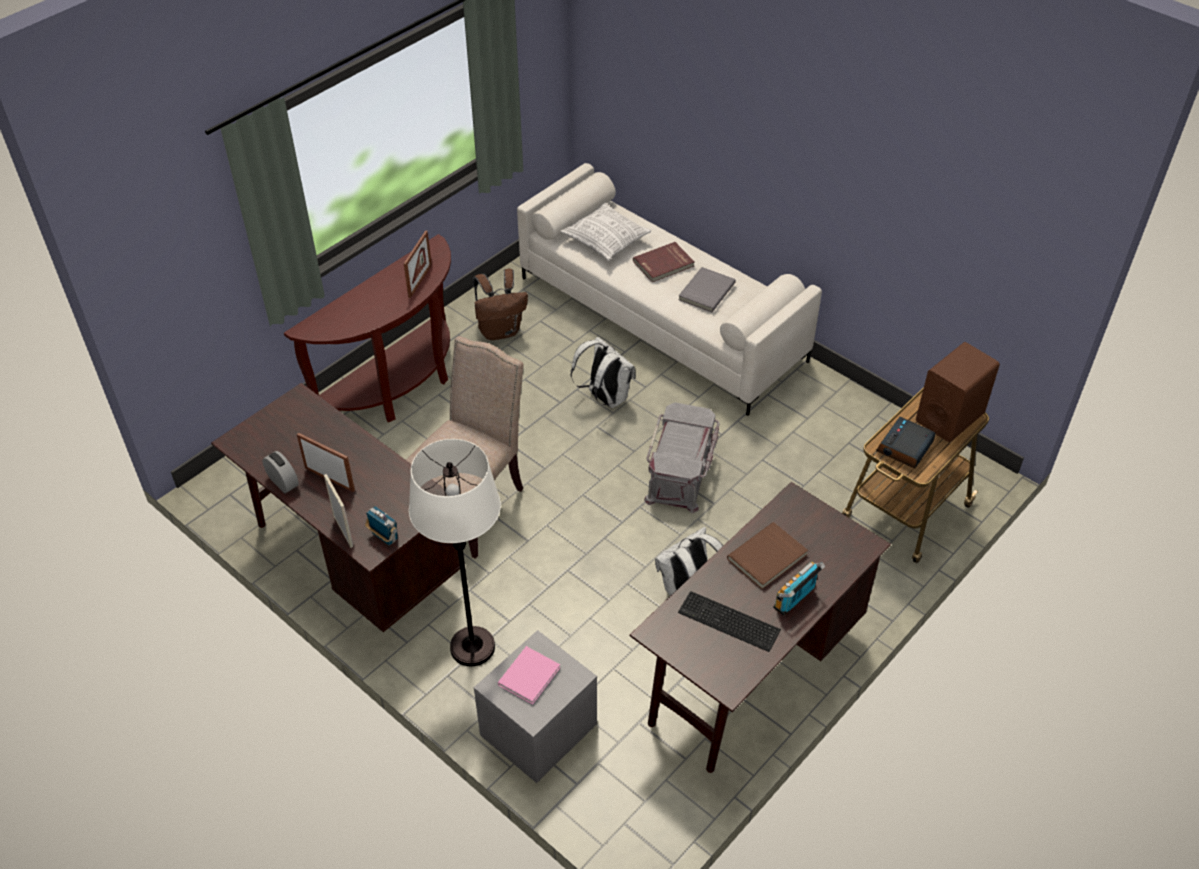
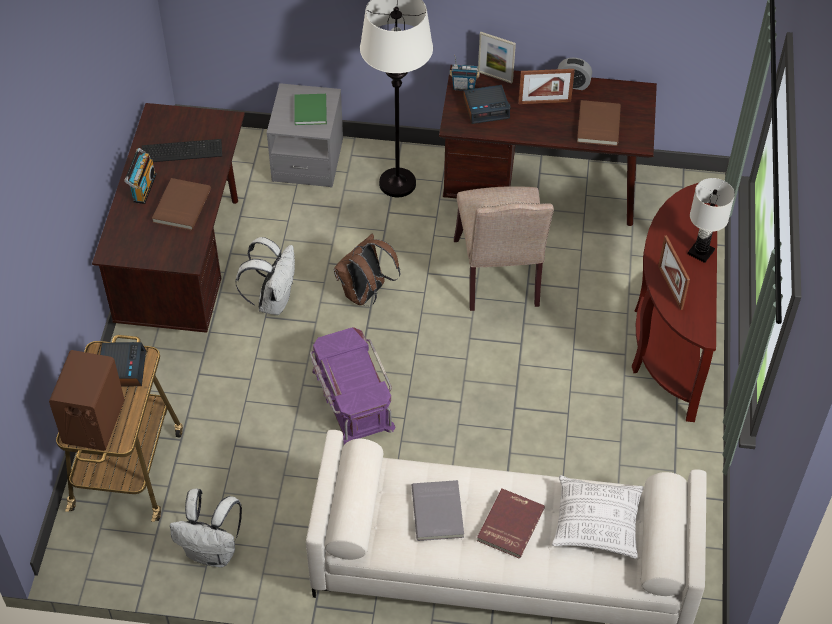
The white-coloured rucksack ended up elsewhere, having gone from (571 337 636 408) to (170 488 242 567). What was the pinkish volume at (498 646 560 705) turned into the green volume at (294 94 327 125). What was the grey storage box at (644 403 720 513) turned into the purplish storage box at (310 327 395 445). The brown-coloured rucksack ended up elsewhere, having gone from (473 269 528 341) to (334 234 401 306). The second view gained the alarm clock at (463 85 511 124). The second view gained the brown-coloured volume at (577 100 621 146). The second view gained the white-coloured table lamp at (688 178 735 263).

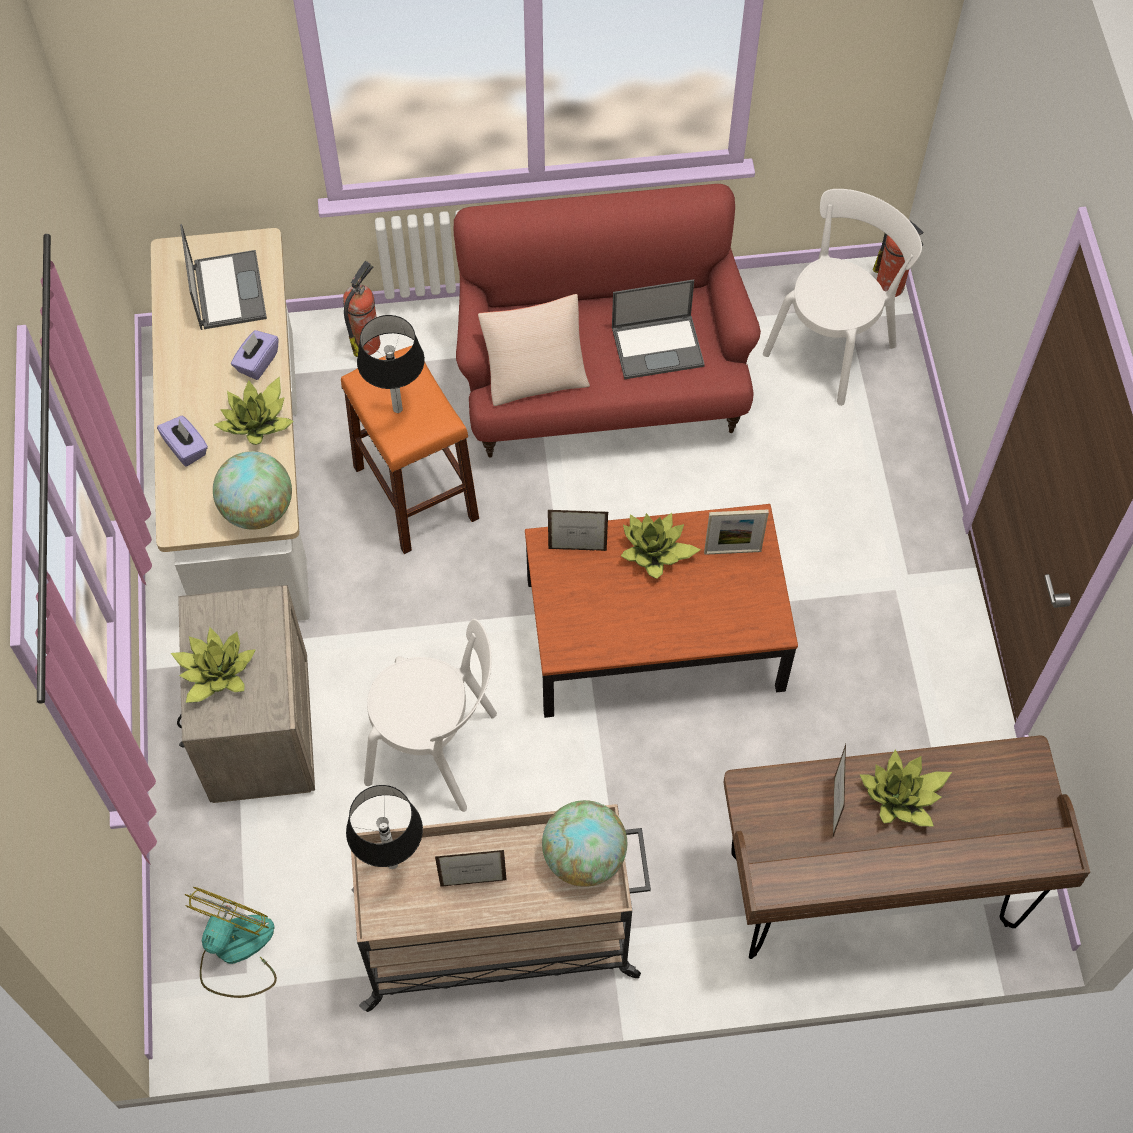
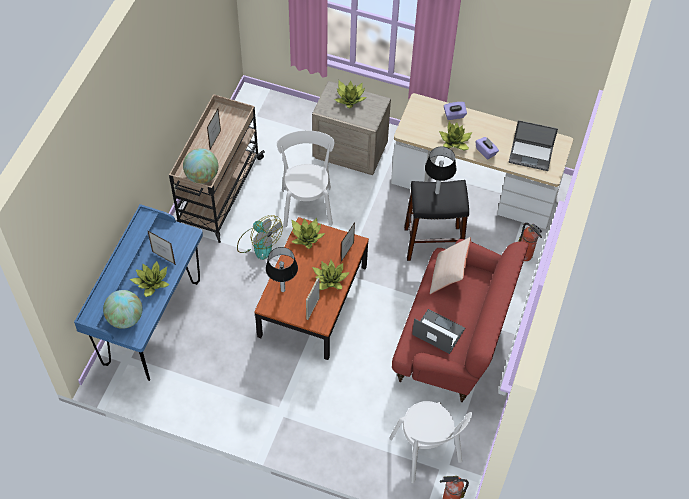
What was the brown-coloured desk table at (724 735 1090 959) turned into the blue-coloured desk table at (74 204 203 381). The desk globe ended up elsewhere, having gone from (213 451 292 530) to (103 290 142 329). The cooling fan ended up elsewhere, having gone from (185 887 277 998) to (237 215 283 260). The table lamp ended up elsewhere, having gone from (346 785 423 869) to (266 247 298 292). The white-coloured plain chair at (364 619 497 812) ended up facing another way, 135 degrees clockwise from before. The second view gained the plant in a pot at (291 218 325 249). What was the orange-coloured sitting stool at (341 346 479 554) turned into the blackish sitting stool at (404 180 469 261). The notebook computer at (612 279 705 379) ended up facing another way, 105 degrees clockwise from before.

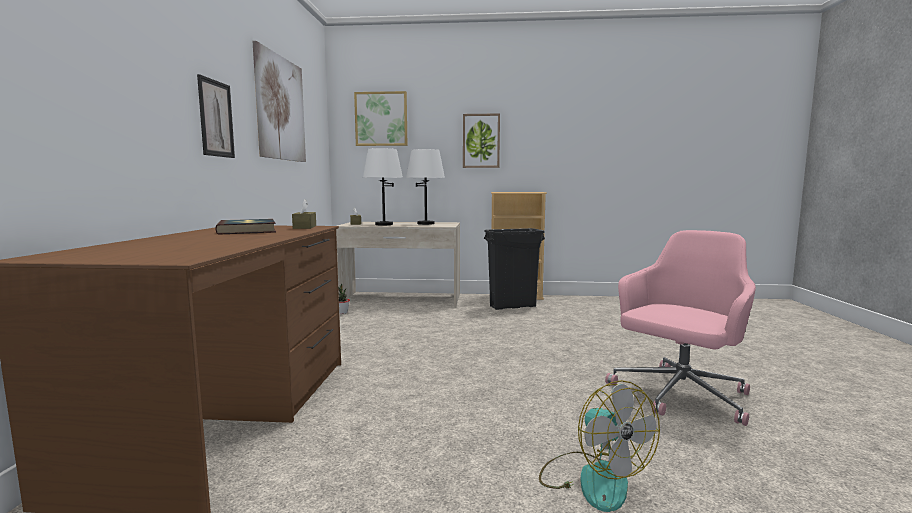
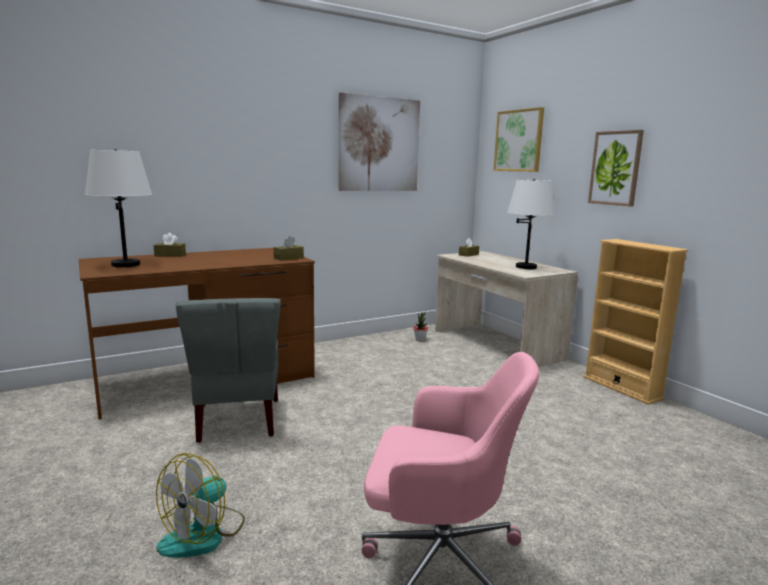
The white-coloured table lamp ended up elsewhere, having gone from (363 148 403 225) to (85 149 152 267). The second view gained the brown-coloured tissue holder at (154 233 186 257). The second view gained the grey plain chair at (176 298 280 443). The second view lost the wall art at (197 74 235 158). The second view lost the volume at (215 219 276 235). The second view lost the blackish trash can at (484 228 545 310).

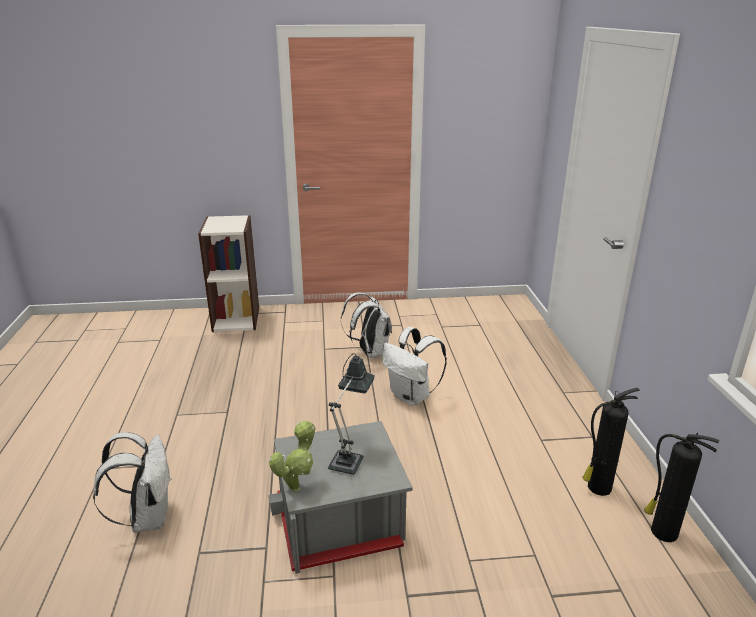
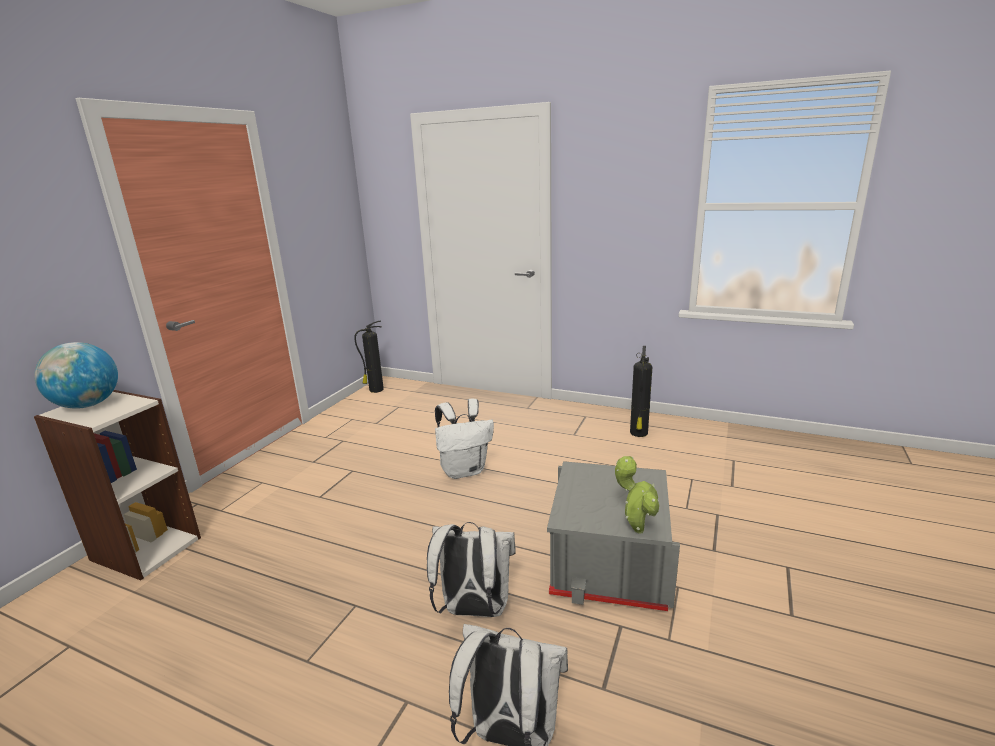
The second view gained the desk globe at (34 342 118 409). The extinguisher ended up elsewhere, having gone from (644 432 719 542) to (354 321 384 393). The white-coloured rucksack ended up elsewhere, having gone from (341 292 392 358) to (427 522 516 617). The second view lost the table lamp at (328 353 375 475).

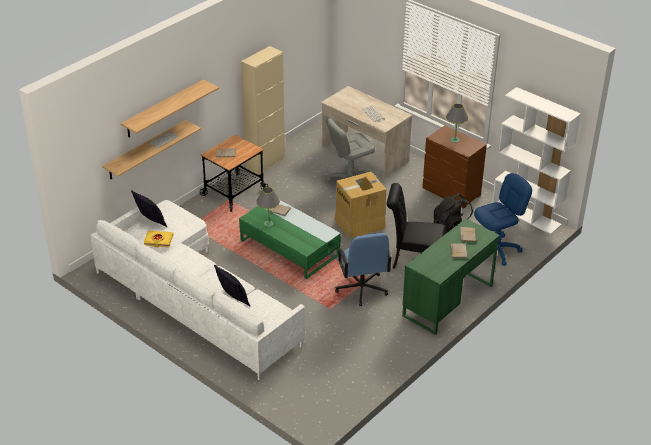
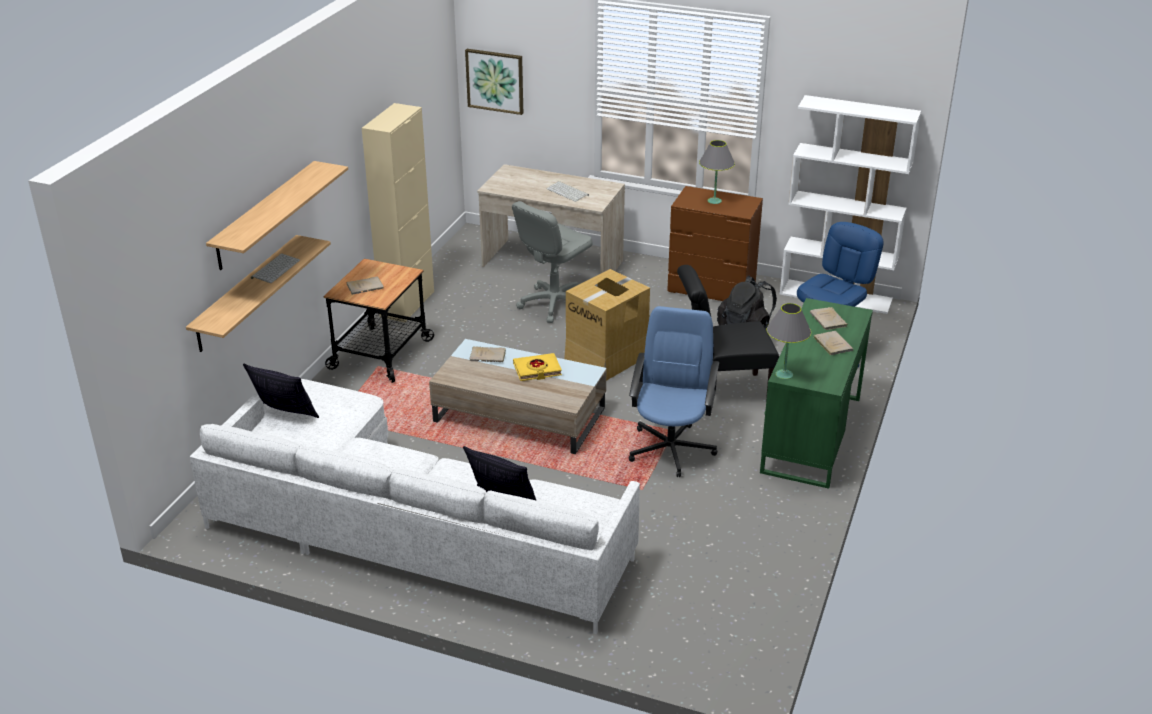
What was the green low table at (239 200 341 279) turned into the beige-coloured low table at (429 339 606 454). The second view gained the wall art at (465 49 523 115). The yellowish volume ended up elsewhere, having gone from (144 230 173 247) to (513 353 562 381). The blue-coloured desk chair at (335 233 392 306) ended up facing another way, 135 degrees counterclockwise from before. The grey table lamp ended up elsewhere, having gone from (256 187 280 227) to (766 303 811 379).

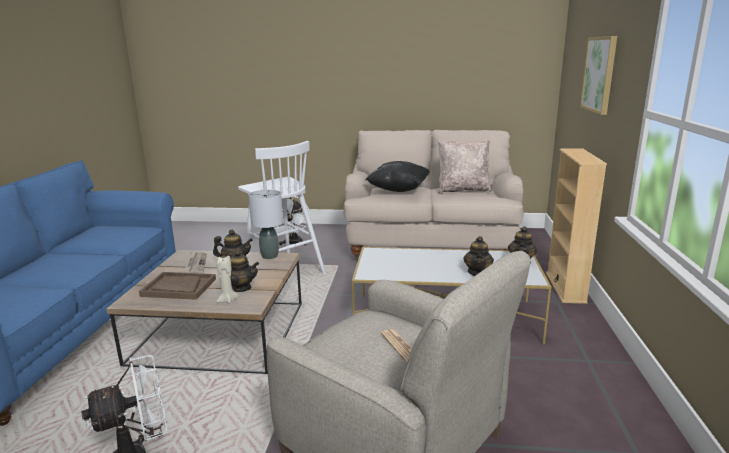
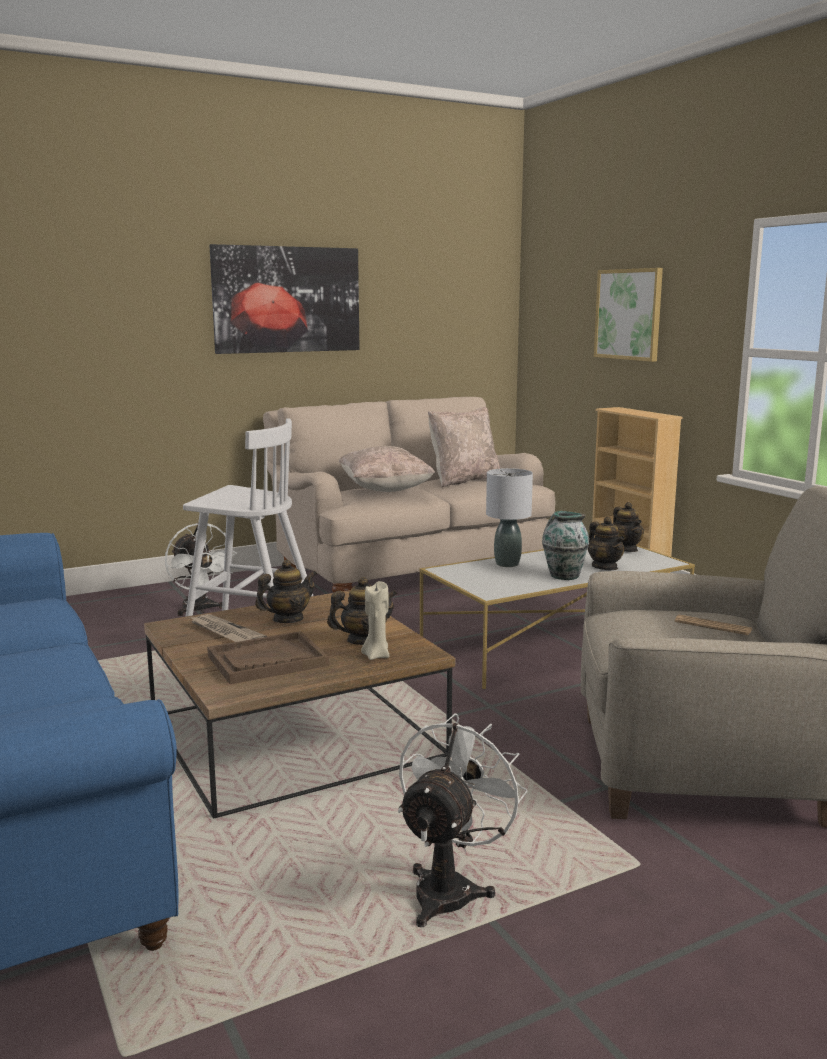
The second view gained the wall art at (209 244 360 354). What was the blackish pillow at (366 161 430 192) turned into the beige-coloured pillow at (339 446 435 492). The grey table lamp ended up elsewhere, having gone from (248 190 283 259) to (486 468 533 567). The second view gained the flower vase at (542 511 589 580).

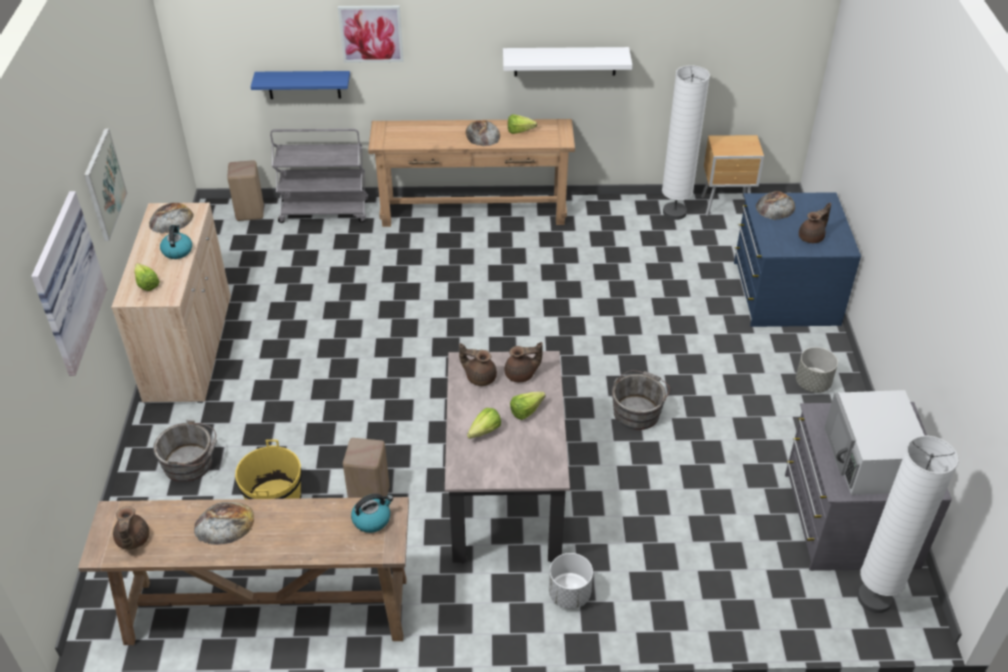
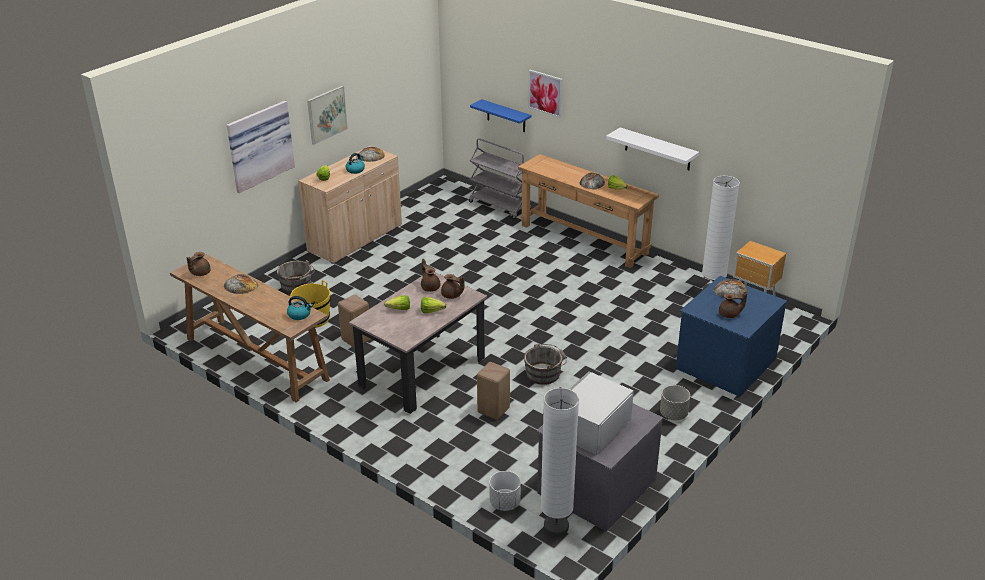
The beige-coloured sitting stool ended up elsewhere, having gone from (227 160 264 221) to (477 362 510 420). The white-coloured flower pot ended up elsewhere, having gone from (549 553 593 609) to (489 471 521 511).

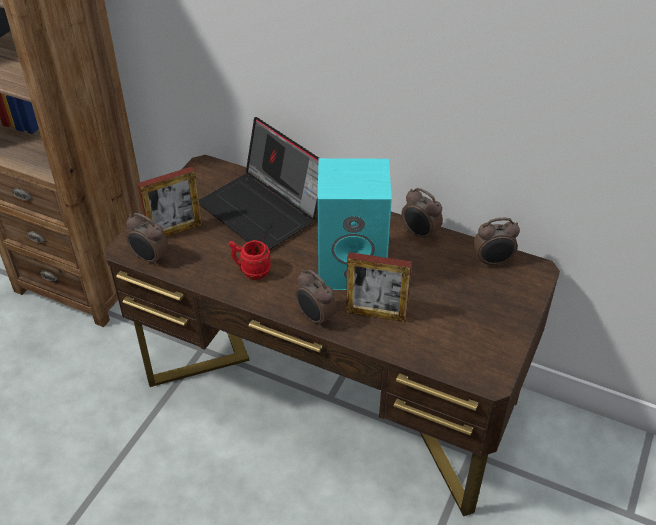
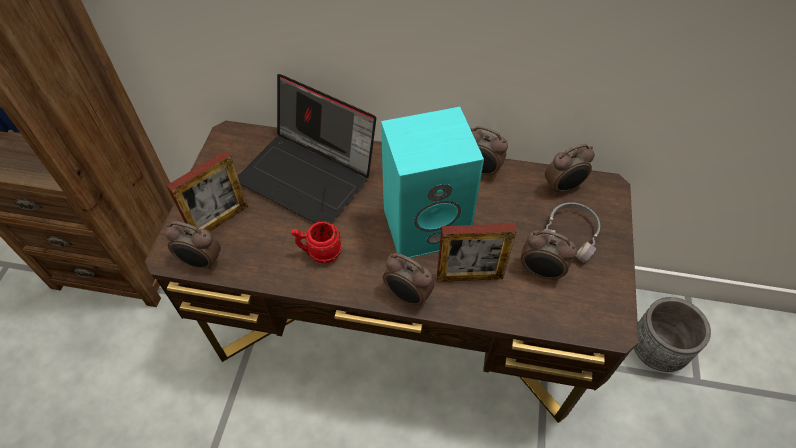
The second view gained the alarm clock at (521 230 577 281). The second view gained the grey headset at (545 202 600 263). The second view gained the grey flower pot at (634 297 711 372).

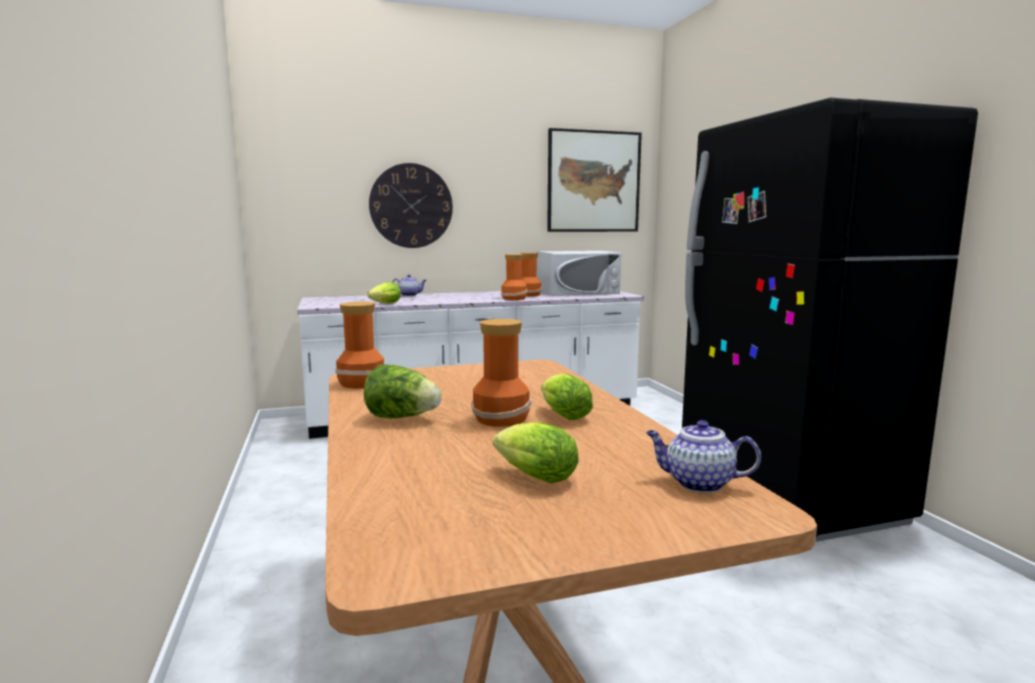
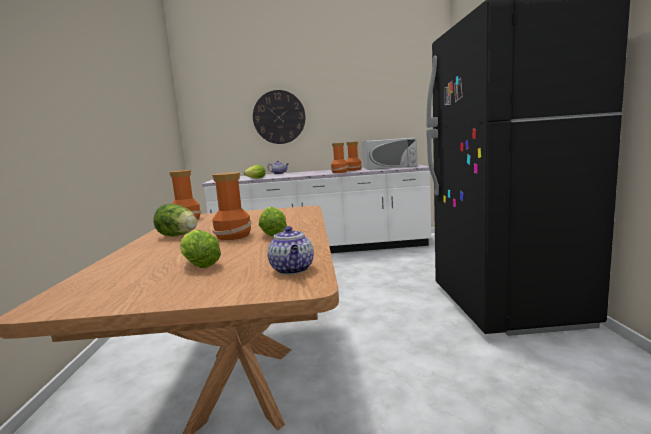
The pot for tea at (646 420 761 493) ended up facing another way, 135 degrees counterclockwise from before. The second view lost the wall art at (547 128 642 232).

